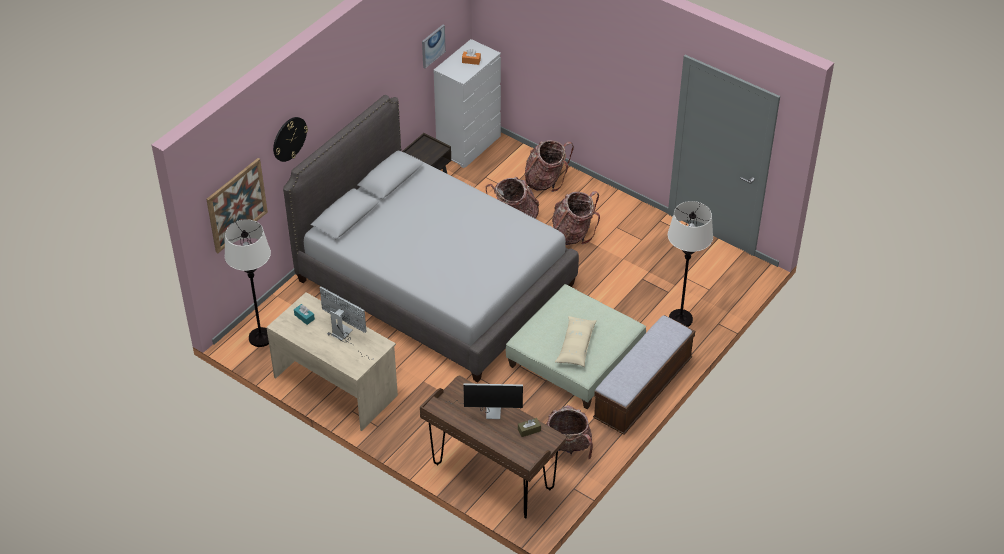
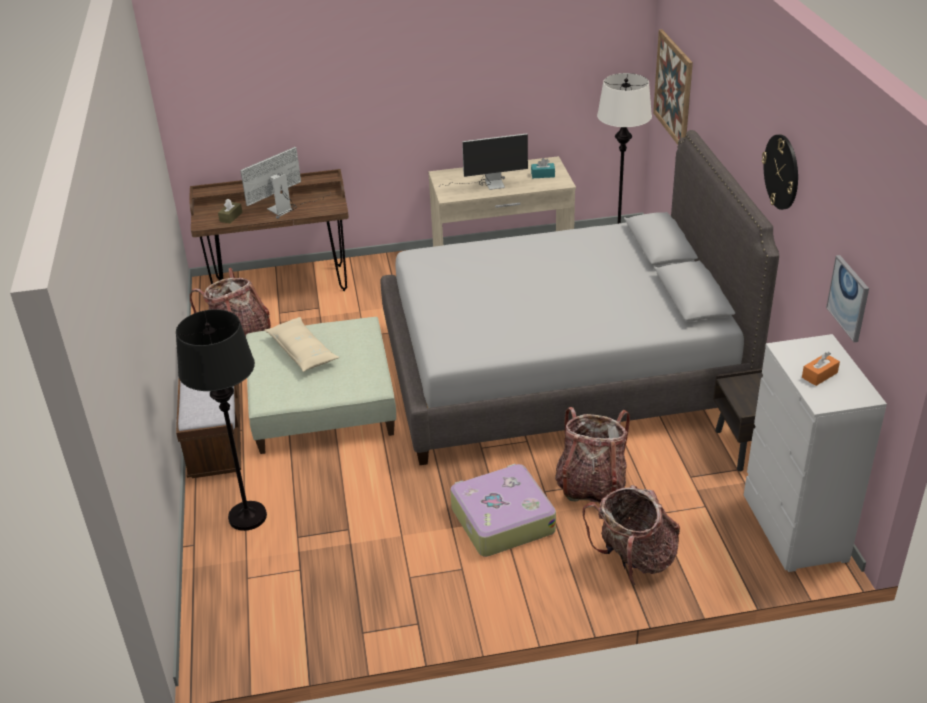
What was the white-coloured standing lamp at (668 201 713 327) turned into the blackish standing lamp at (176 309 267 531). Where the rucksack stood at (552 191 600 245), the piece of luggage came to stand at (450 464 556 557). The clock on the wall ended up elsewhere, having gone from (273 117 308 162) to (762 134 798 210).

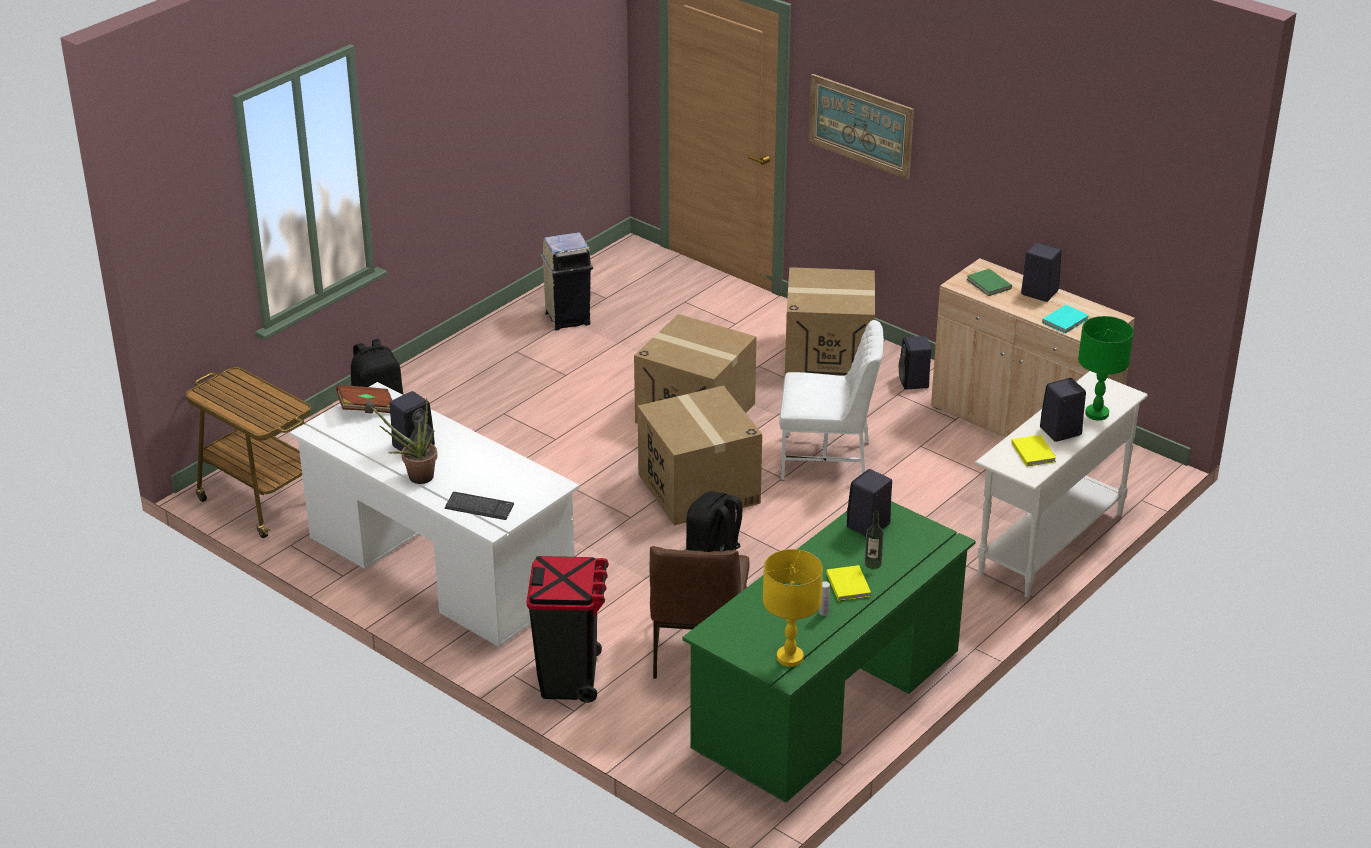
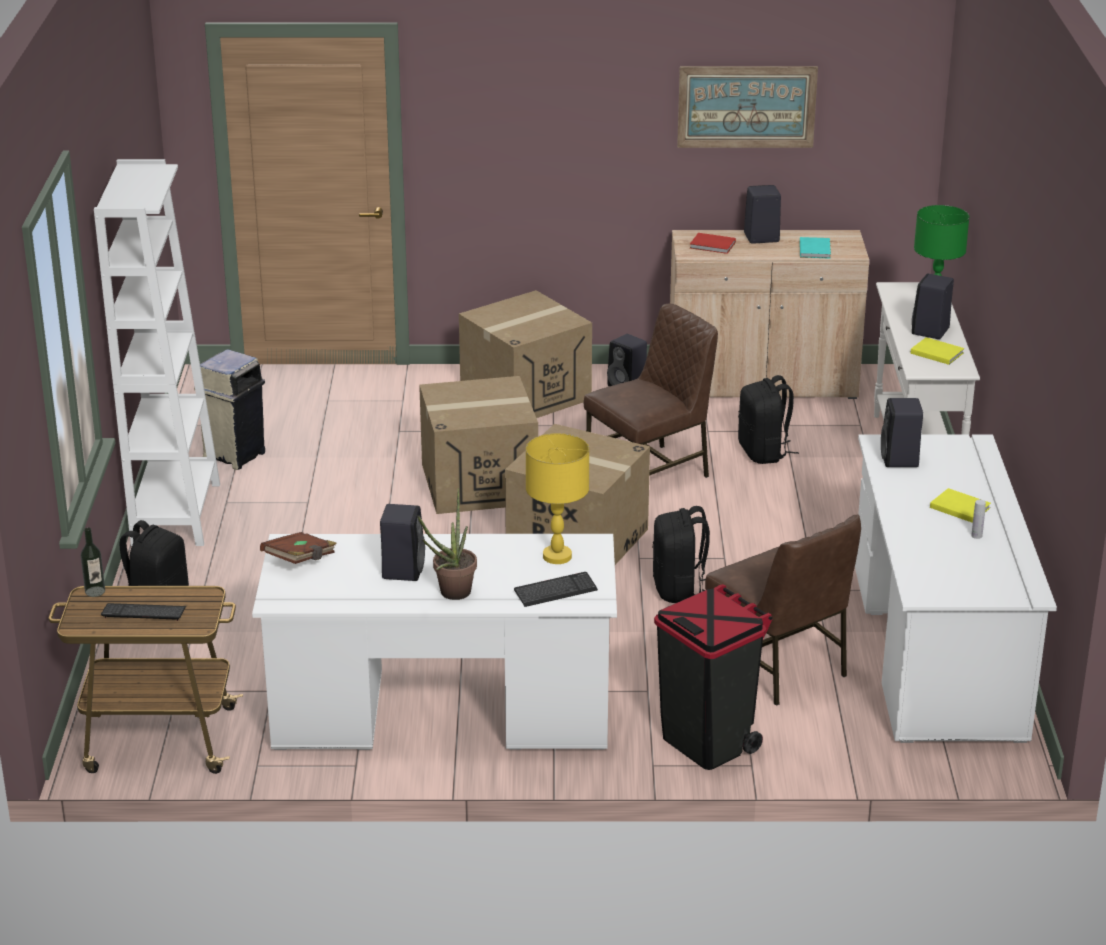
The beverage bottle ended up elsewhere, having gone from (864 511 884 569) to (81 527 105 597). The second view gained the white-coloured bookshelf at (94 159 220 546). The second view gained the keyboard at (101 603 186 621). The yellowish table lamp ended up elsewhere, having gone from (763 549 823 667) to (526 433 589 564). What was the white-coloured plain chair at (779 320 884 480) turned into the brown-coloured plain chair at (584 304 718 478). The wall art ended up elsewhere, having gone from (809 74 914 179) to (677 66 818 148). What was the green volume at (967 269 1012 296) turned into the red-coloured volume at (690 233 736 254). The second view gained the blackish rucksack at (738 375 799 464). What was the green desk table at (683 501 976 803) turned into the white-coloured desk table at (855 435 1057 743).

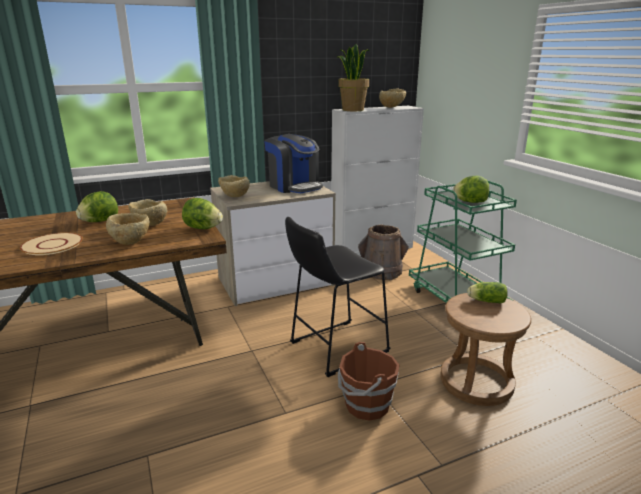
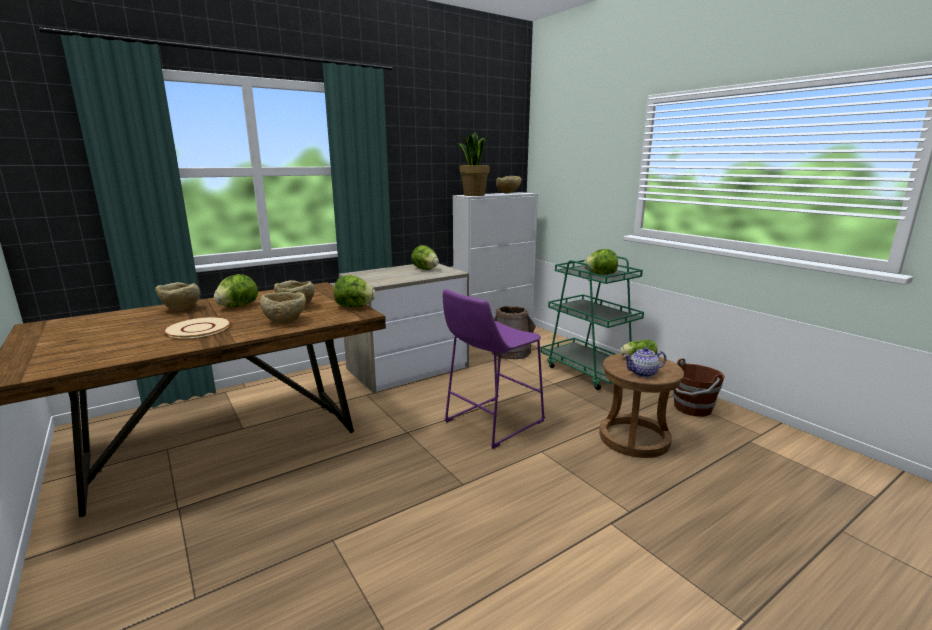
The beige-coloured deep dish ended up elsewhere, having gone from (218 175 250 197) to (155 282 200 310). Where the coffee maker stood at (264 134 323 193), the lettuce head came to stand at (411 245 439 270). What was the blackish sitting stool at (285 217 390 377) turned into the purplish sitting stool at (443 289 545 449). The second view gained the pot for tea at (624 347 666 377). The brown-coloured water bucket ended up elsewhere, having gone from (338 342 400 421) to (673 358 725 417).

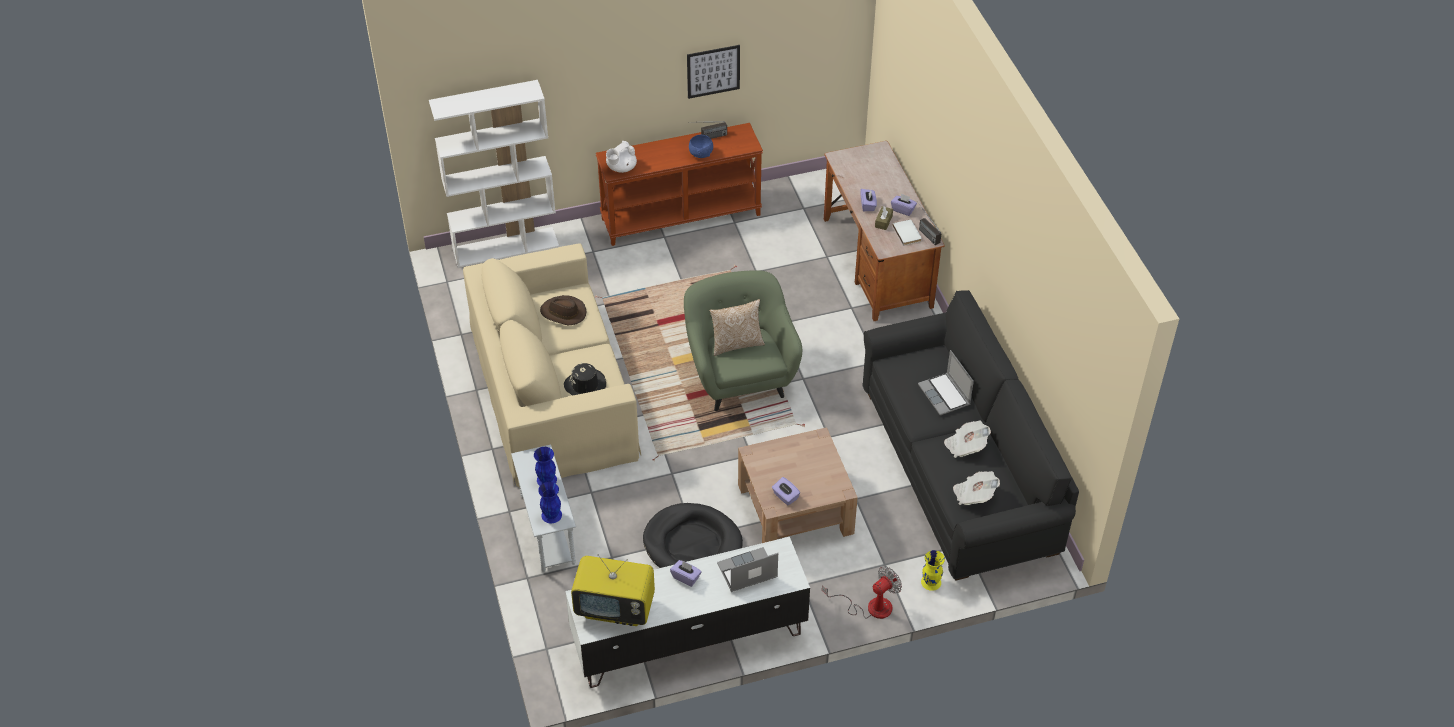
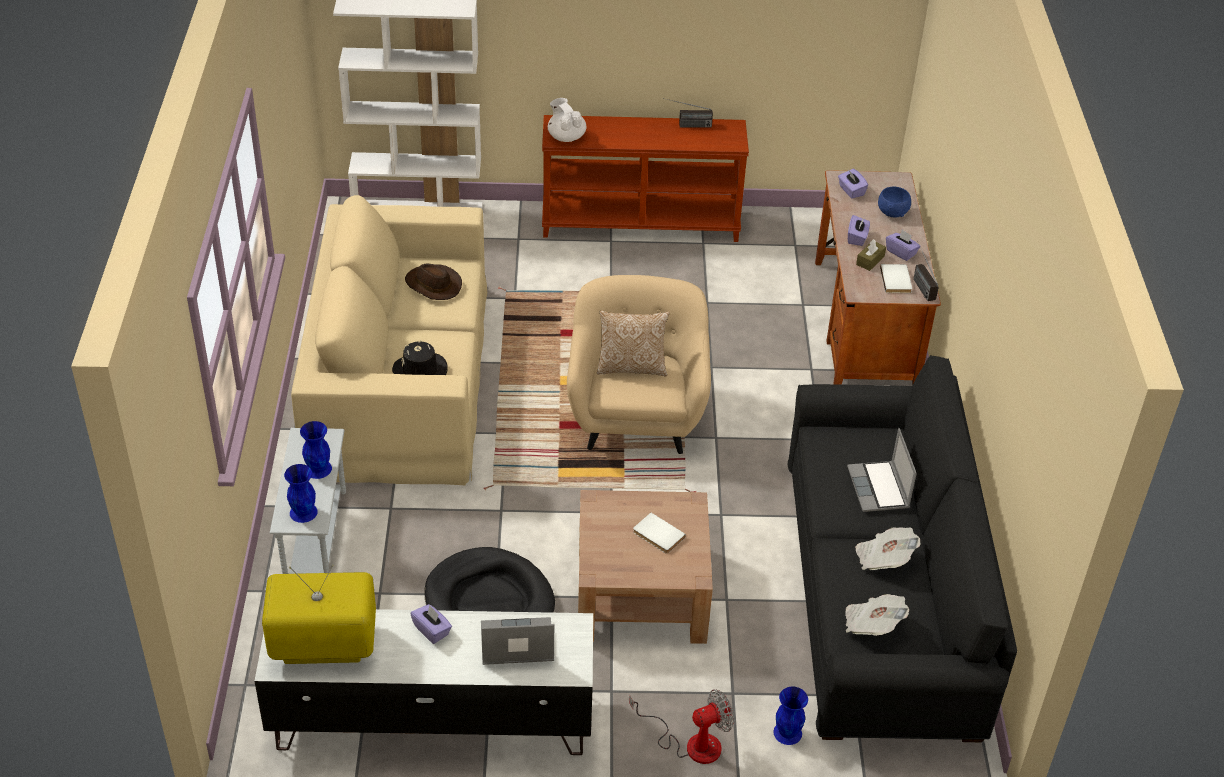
The television at (571 554 655 626) ended up facing another way, 150 degrees clockwise from before. The white-coloured pot for tea at (606 141 637 173) ended up facing another way, 90 degrees clockwise from before. What was the green lounge chair at (684 270 802 411) turned into the beige-coloured lounge chair at (567 275 711 454). The second view gained the white-coloured volume at (633 513 686 554). What was the yellowish flower vase at (921 550 945 591) turned into the blue-coloured flower vase at (774 687 808 745). The purplish tissue holder ended up elsewhere, having gone from (772 477 800 506) to (838 169 868 198). The blue-coloured deep dish ended up elsewhere, having gone from (689 135 713 158) to (878 187 911 217). The second view lost the wall art at (687 45 740 99).

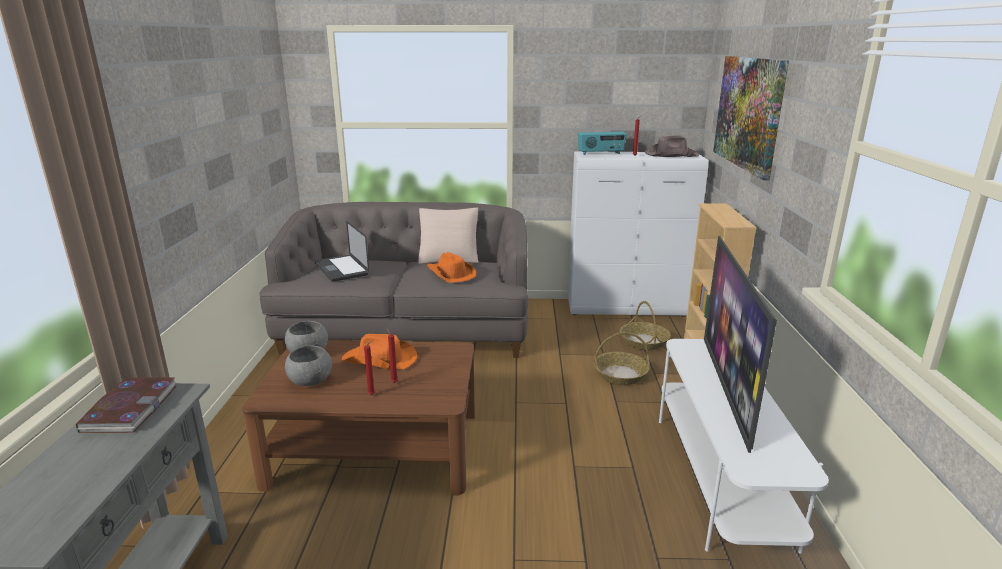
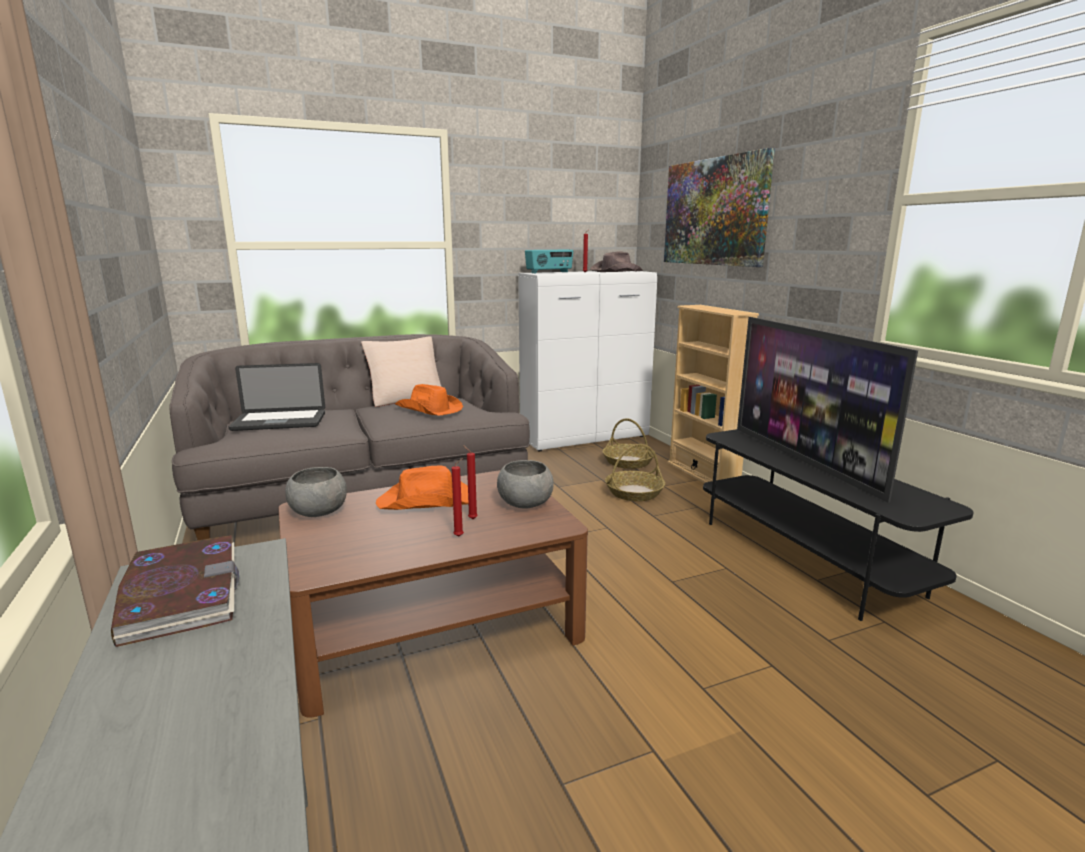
The notebook computer at (315 221 369 282) ended up facing another way, 45 degrees counterclockwise from before. The grey deep dish ended up elsewhere, having gone from (285 346 332 386) to (497 460 554 509). What was the white-coloured media console at (659 339 829 554) turned into the blackish media console at (703 429 974 621).

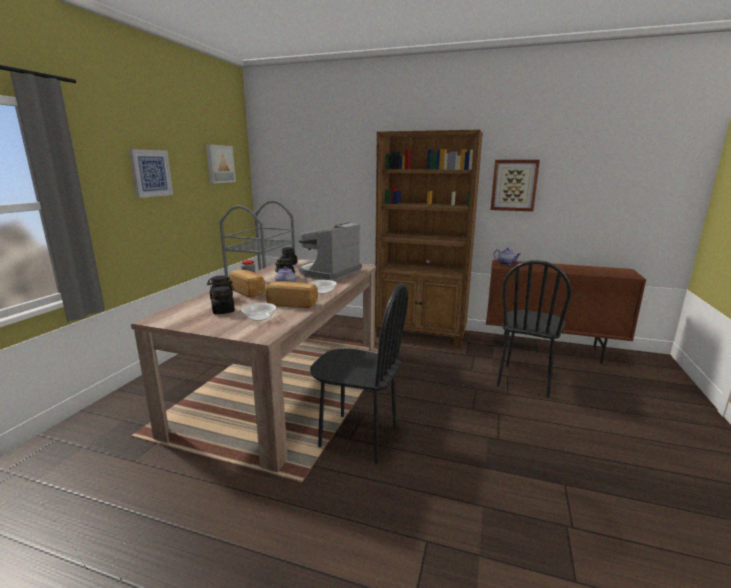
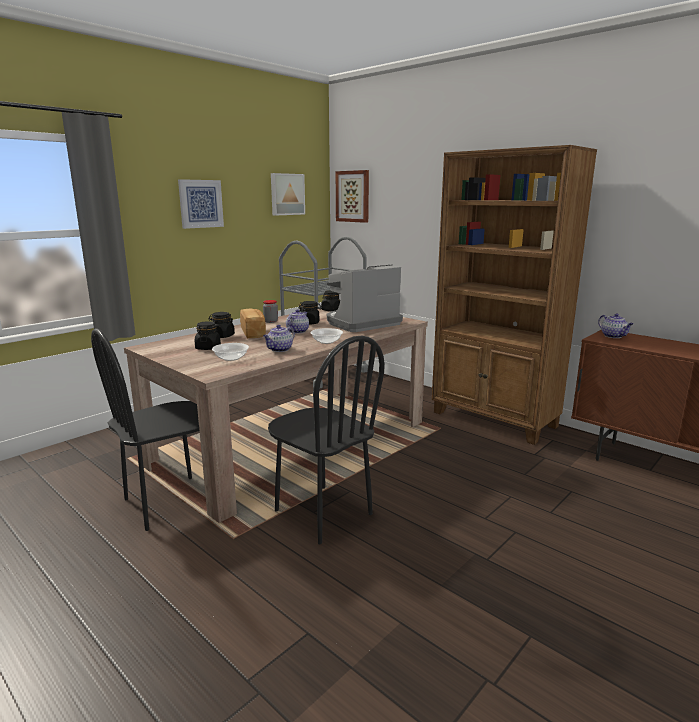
The blackish plain chair ended up elsewhere, having gone from (497 260 572 398) to (91 328 199 531). Where the baked bread stood at (266 281 318 308), the pot for tea came to stand at (263 325 295 352). The wall art ended up elsewhere, having gone from (491 160 540 211) to (336 170 369 223).

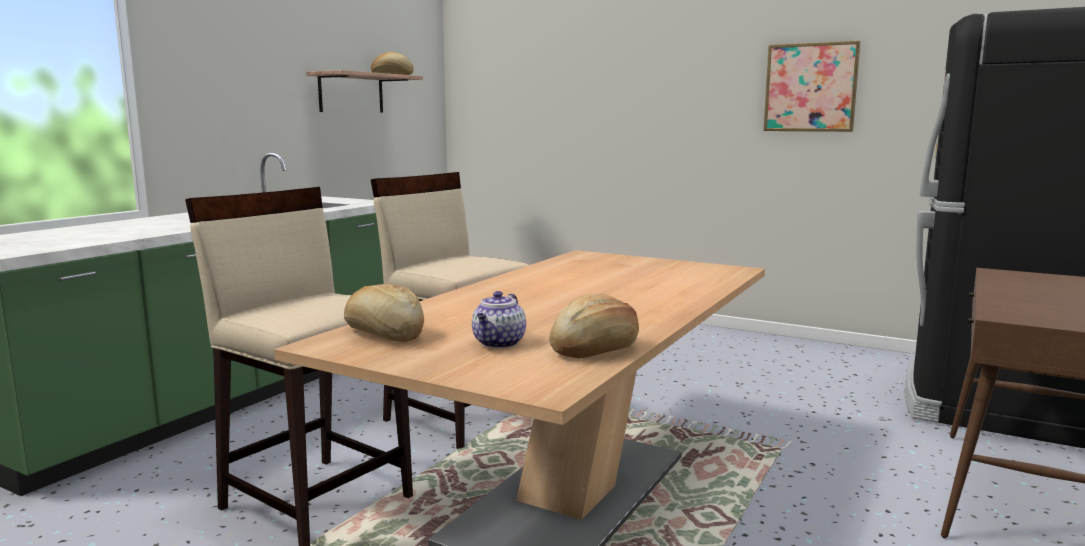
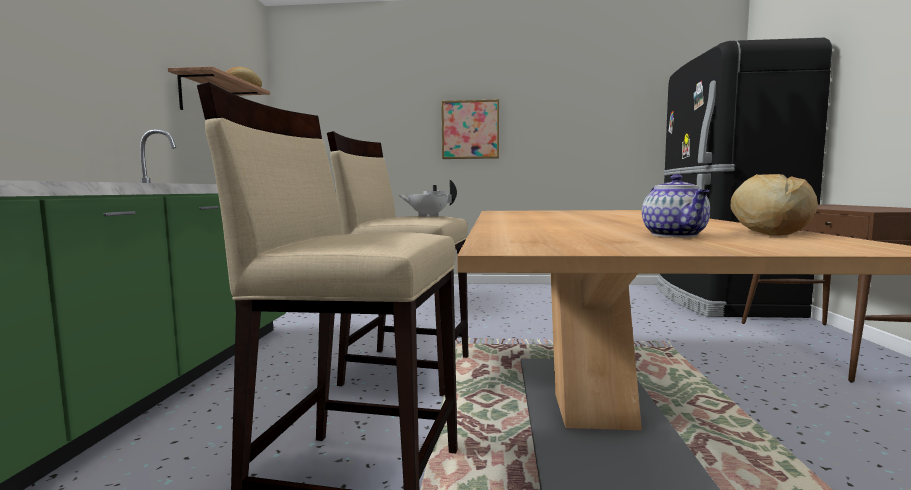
The second view gained the white-coloured pot for tea at (399 180 457 217). The wall art ended up elsewhere, having gone from (763 41 860 132) to (441 99 499 159). The second view lost the baked bread at (344 284 424 342).

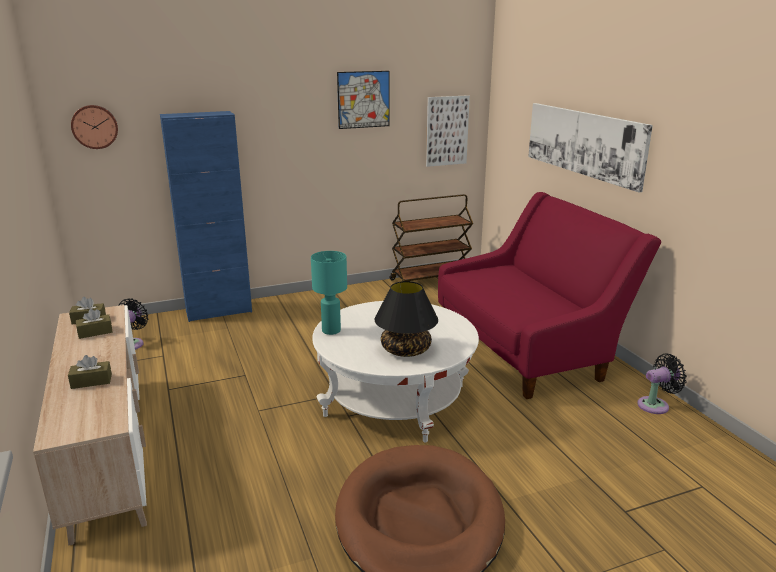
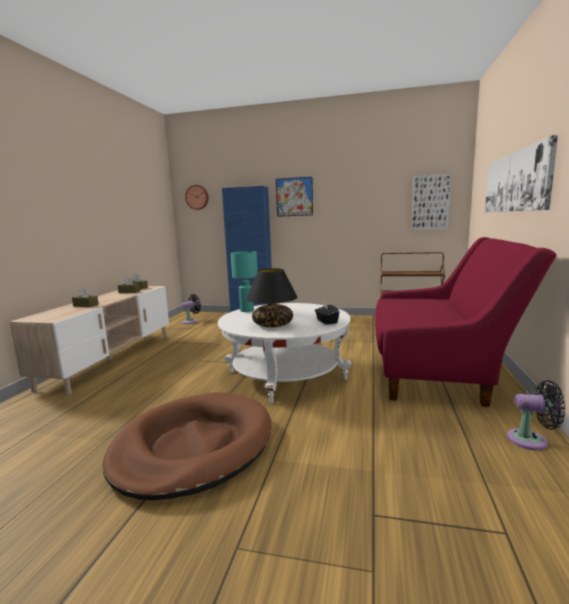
The wall art ended up elsewhere, having gone from (337 71 389 129) to (276 177 313 217). The second view gained the blackish tissue holder at (315 301 340 325).

